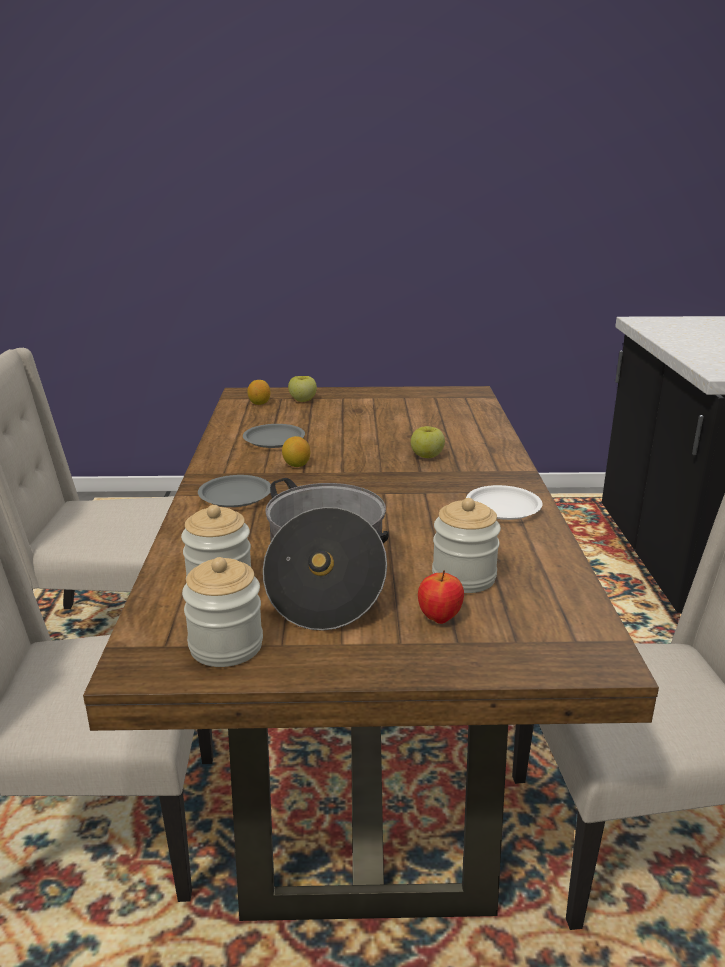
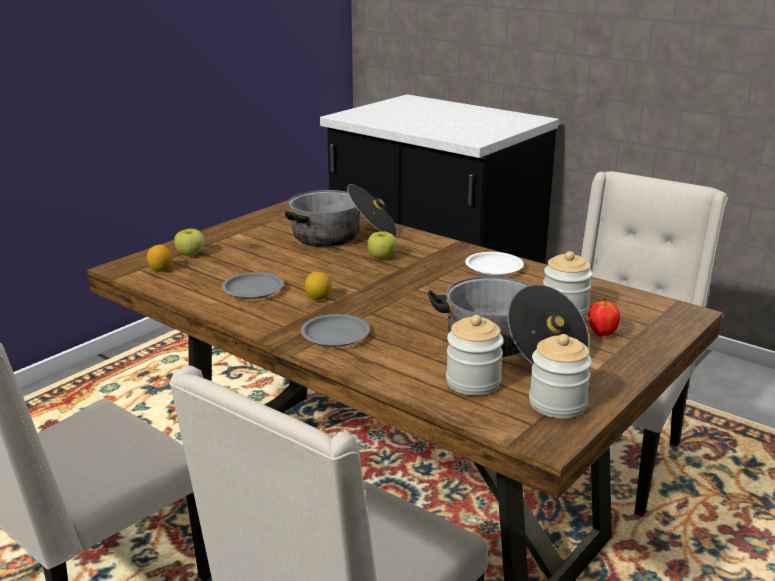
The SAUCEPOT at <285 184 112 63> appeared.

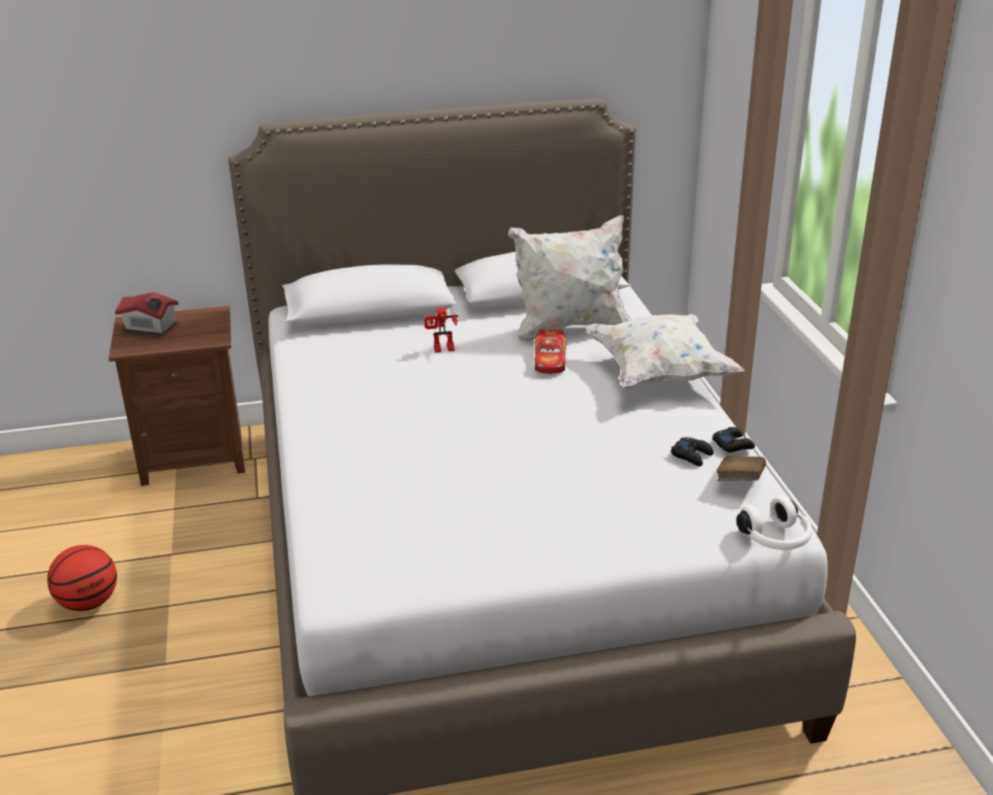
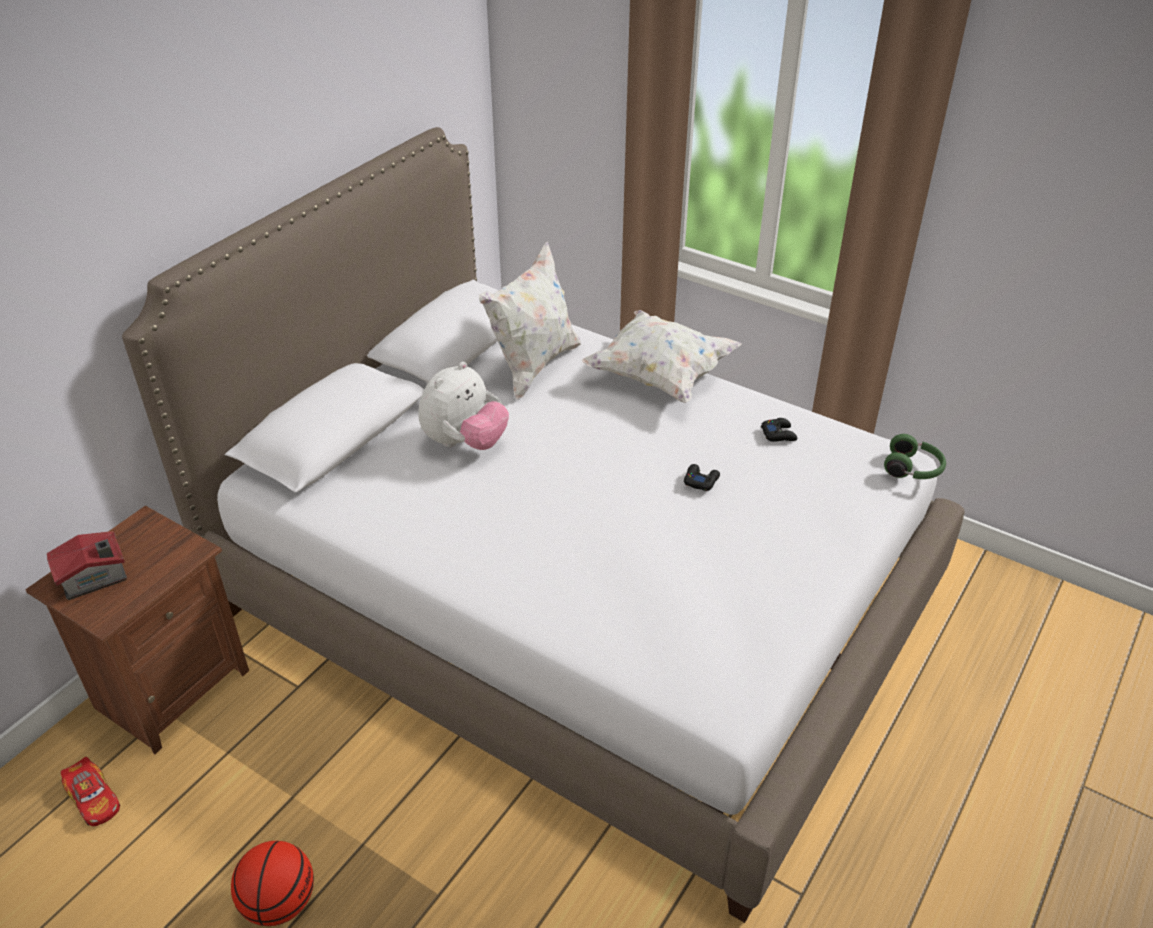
The BROWN VOLUME at <716 456 50 25> disappeared.
The MODEL CAR moved from <535 329 32 45> to <61 757 59 69>.
The BLACK GAMEPAD moved from <712 427 43 25> to <684 464 36 27>.
The TOY ROBOT at <424 308 34 45> was replaced by the PLUSH TOY at <418 362 91 88>.
The WHITISH HEADSET at <736 496 76 54> became the GREEN-COLOURED HEADSET at <884 434 62 45>.

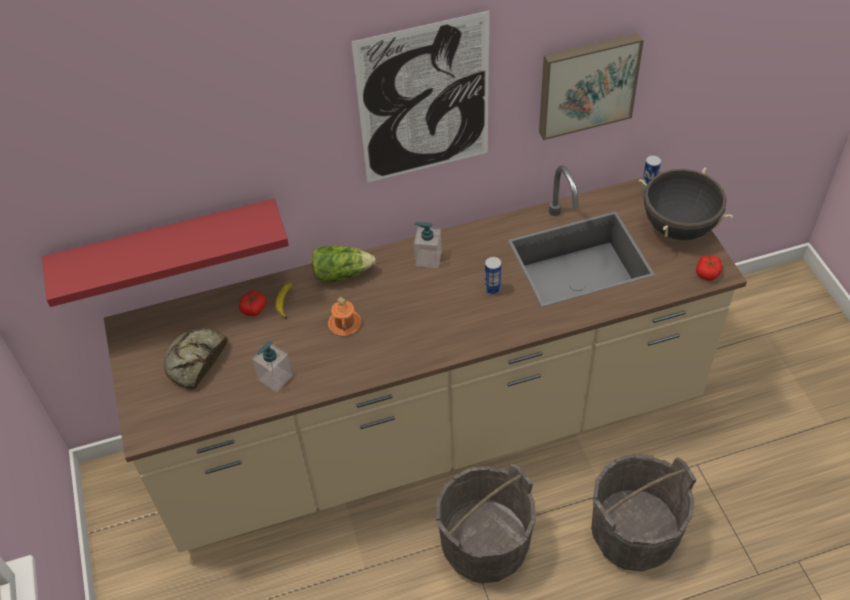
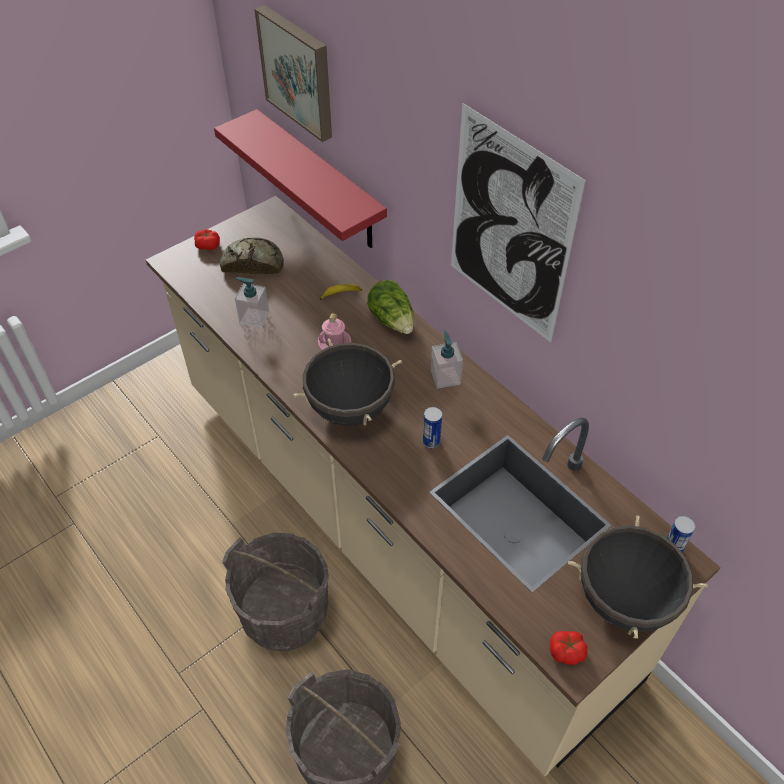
The BLACK SAUCEPOT at <293 338 109 88> appeared.
The FRESH TOMATO moved from <239 290 28 26> to <194 229 26 21>.
The WALL ART moved from <539 33 105 107> to <254 5 78 137>.
The ORANGE TEA MUG at <328 297 33 39> became the PINK TEA MUG at <318 313 33 37>.

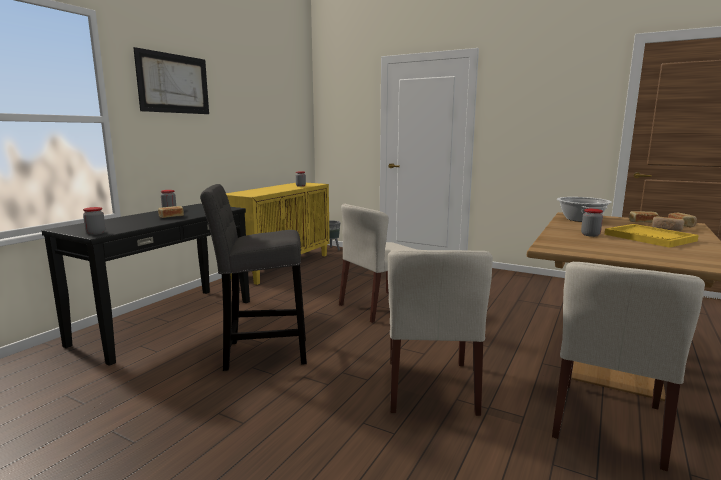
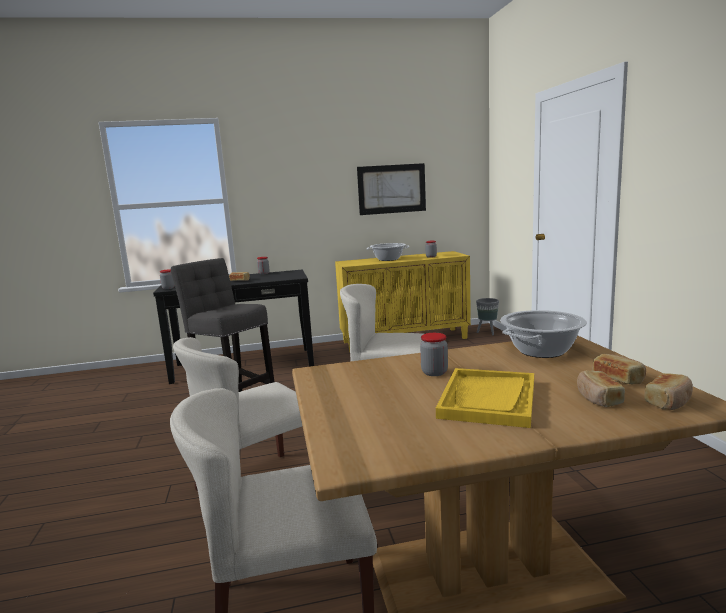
The SAUCEPOT at <367 243 42 18> appeared.
The WALL ART moved from <133 47 76 67> to <357 163 69 52>.

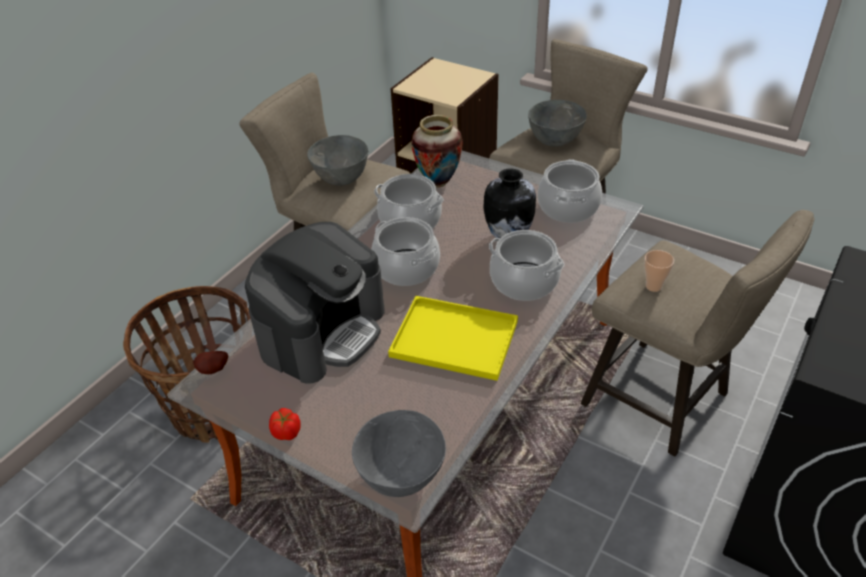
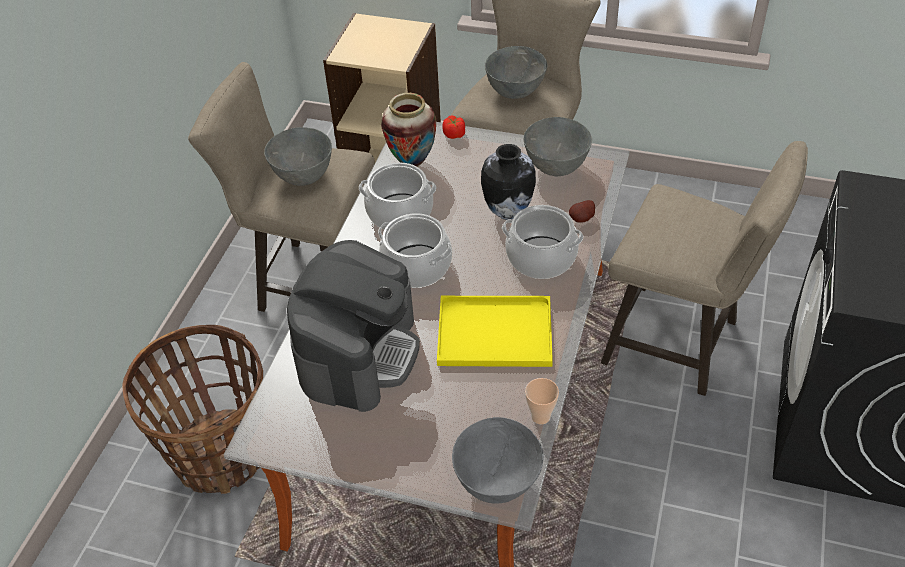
The WHOLE POTATO moved from <193 351 35 23> to <569 200 26 23>.
The FRESH TOMATO moved from <269 408 32 32> to <442 115 23 24>.
The DRINKING CUP moved from <644 250 30 42> to <525 378 34 46>.
The SAUCEPOT at <537 159 65 64> was replaced by the GRAY SERVING BOWL at <523 117 69 59>.

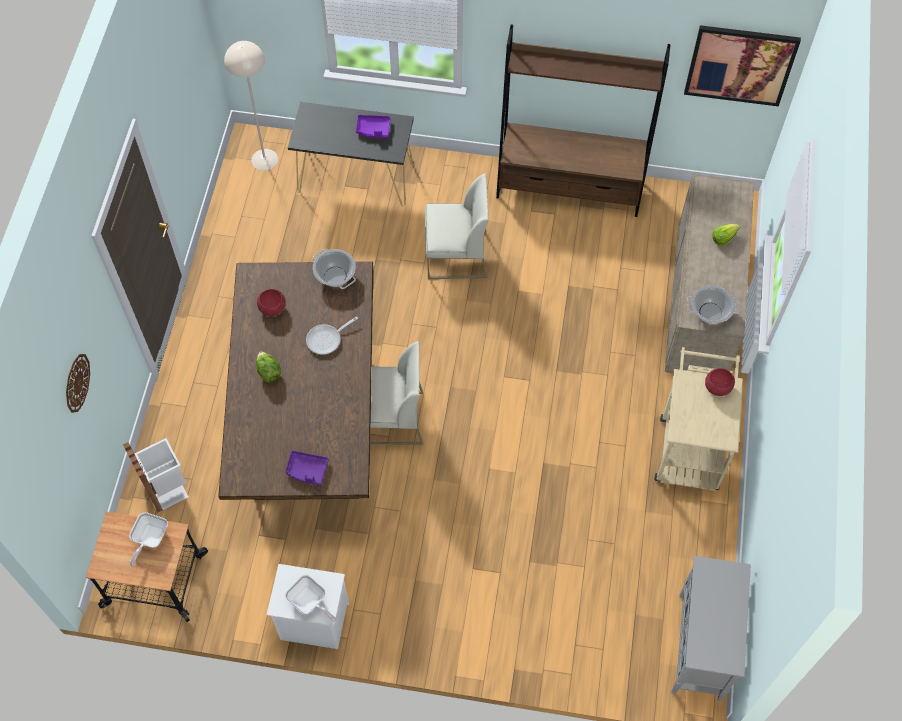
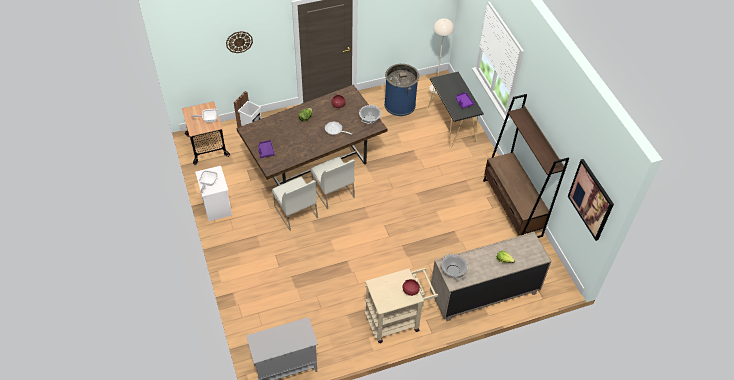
The BLUISH WASTE BIN at <384 64 35 52> appeared.
The WHITISH UPRIGHT CHAIR moved from <425 173 64 106> to <272 177 46 53>.

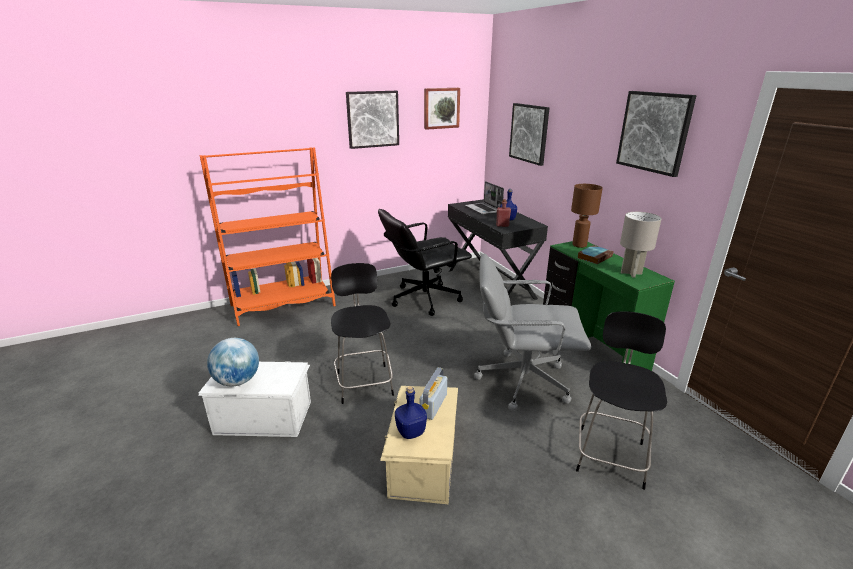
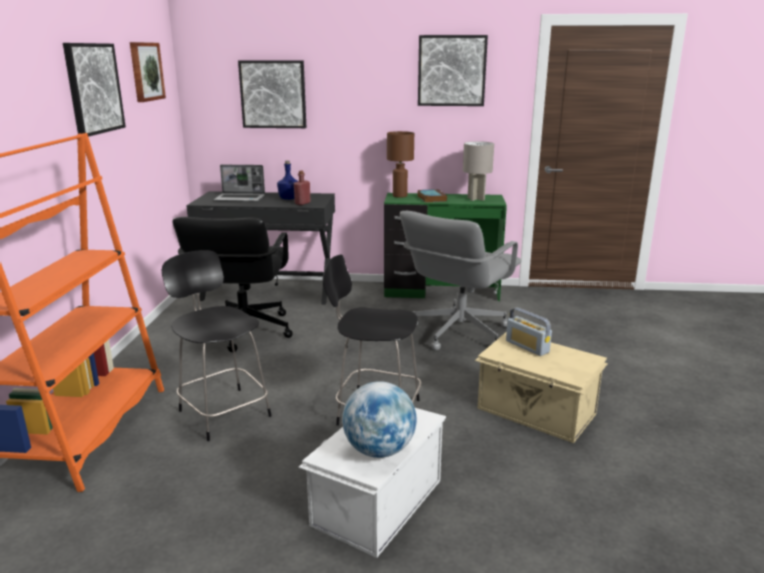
The BLUISH BOTTLE at <395 386 32 53> disappeared.
The BLACK UPRIGHT CHAIR moved from <576 311 91 179> to <162 250 110 191>.

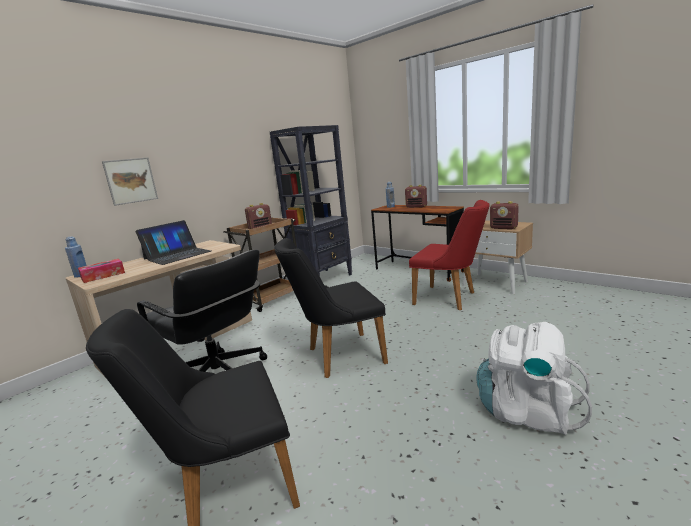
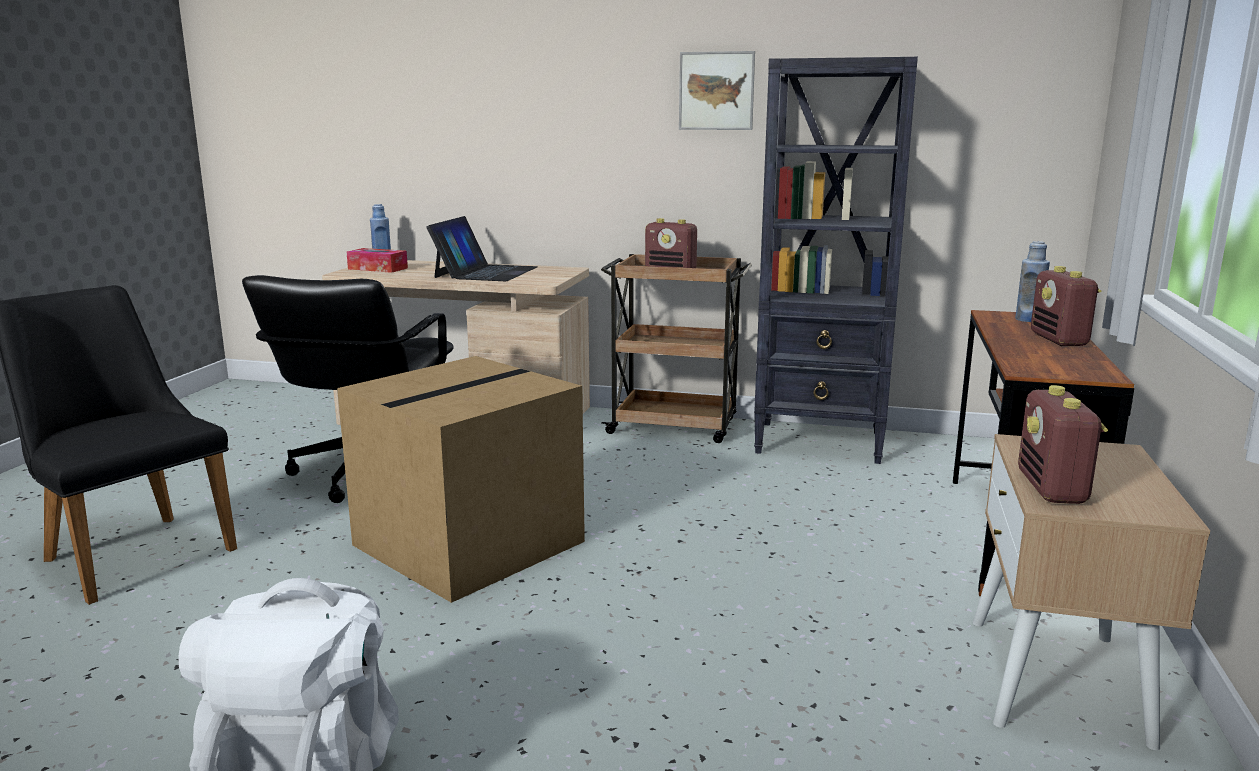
The RED-COLOURED UPRIGHT CHAIR at <409 200 80 110> disappeared.
The WALL ART moved from <102 157 56 49> to <679 51 76 79>.
The BLACK UPRIGHT CHAIR at <274 238 114 140> was replaced by the PACKING BOX at <337 356 248 247>.
The PORTABLE COMPUTER at <136 220 75 45> turned 90 degrees counterclockwise.

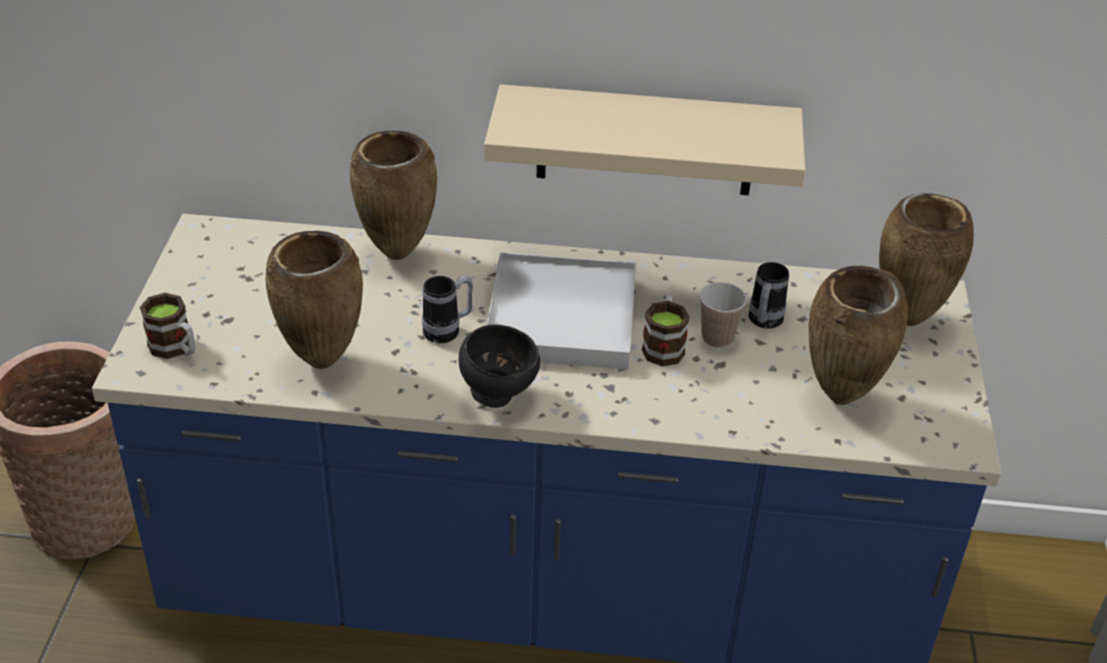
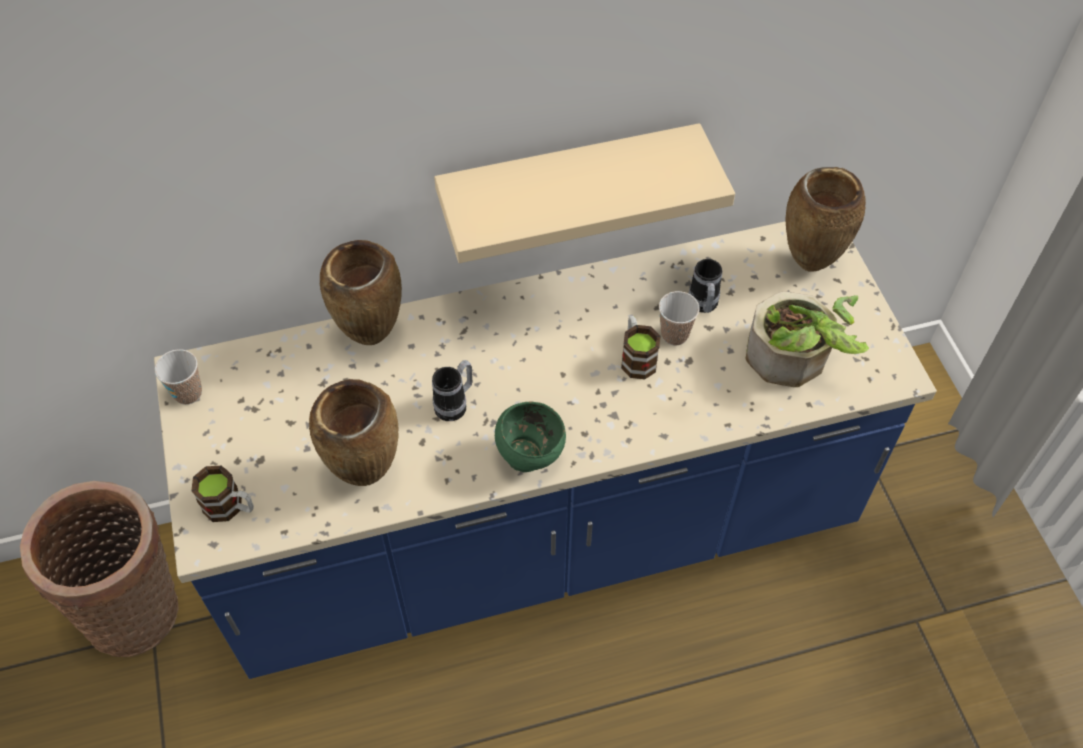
The WHITISH TRAY at <486 252 150 117> disappeared.
The DRINKING CUP at <154 349 48 56> appeared.
The BROWN VASE at <808 266 100 139> was replaced by the PLANT IN A POT at <745 291 124 96>.
The BLACK SERVING BOWL at <459 325 81 83> became the GREEN-COLOURED SERVING BOWL at <495 401 71 71>.

